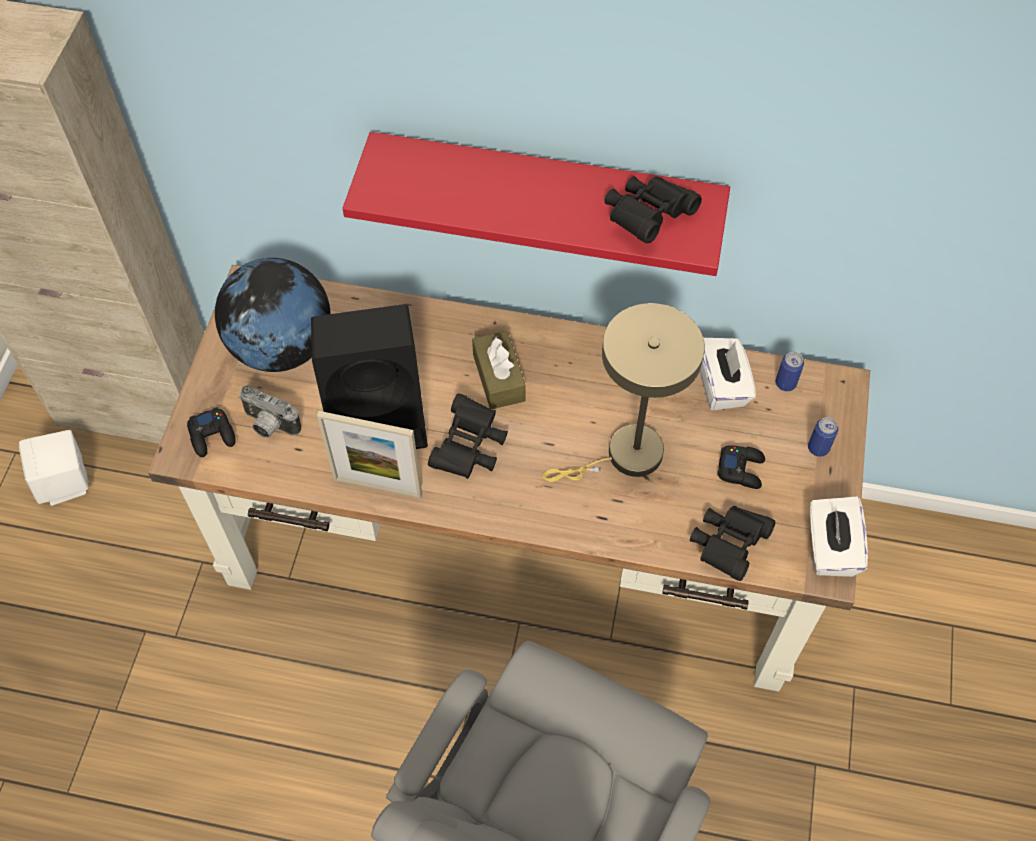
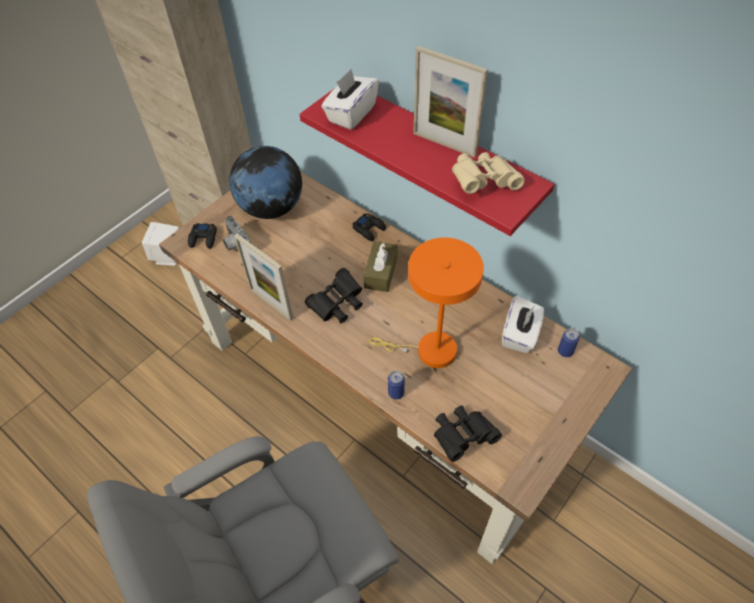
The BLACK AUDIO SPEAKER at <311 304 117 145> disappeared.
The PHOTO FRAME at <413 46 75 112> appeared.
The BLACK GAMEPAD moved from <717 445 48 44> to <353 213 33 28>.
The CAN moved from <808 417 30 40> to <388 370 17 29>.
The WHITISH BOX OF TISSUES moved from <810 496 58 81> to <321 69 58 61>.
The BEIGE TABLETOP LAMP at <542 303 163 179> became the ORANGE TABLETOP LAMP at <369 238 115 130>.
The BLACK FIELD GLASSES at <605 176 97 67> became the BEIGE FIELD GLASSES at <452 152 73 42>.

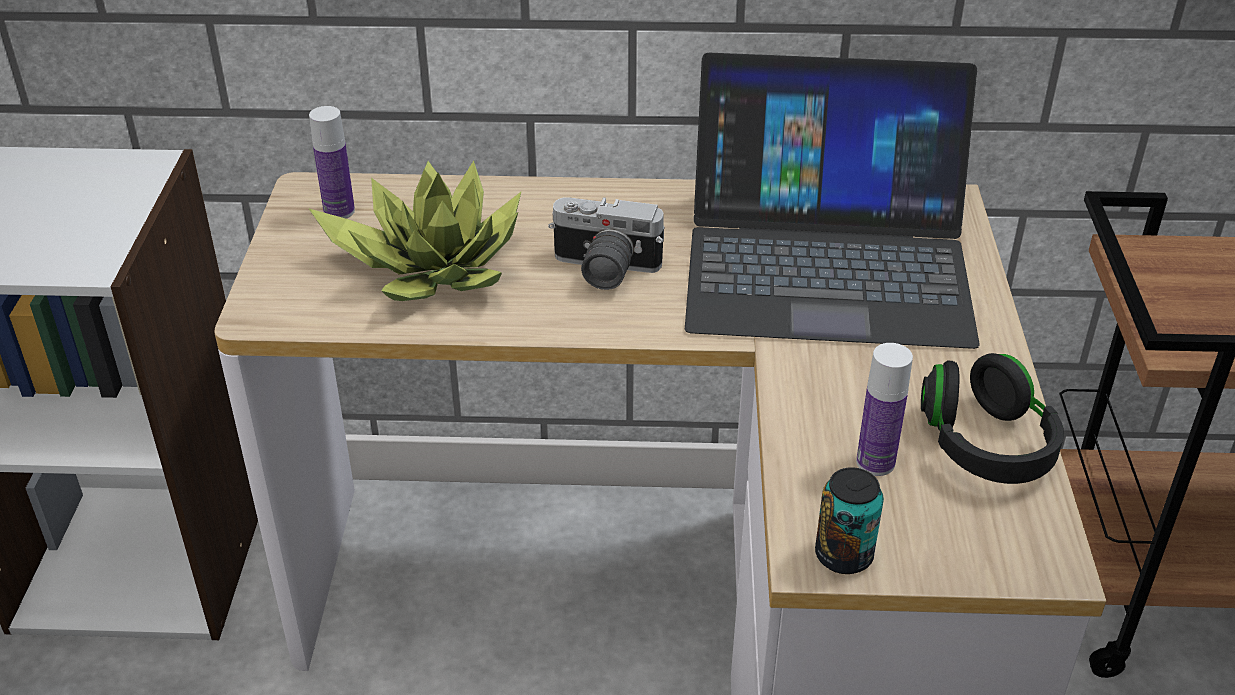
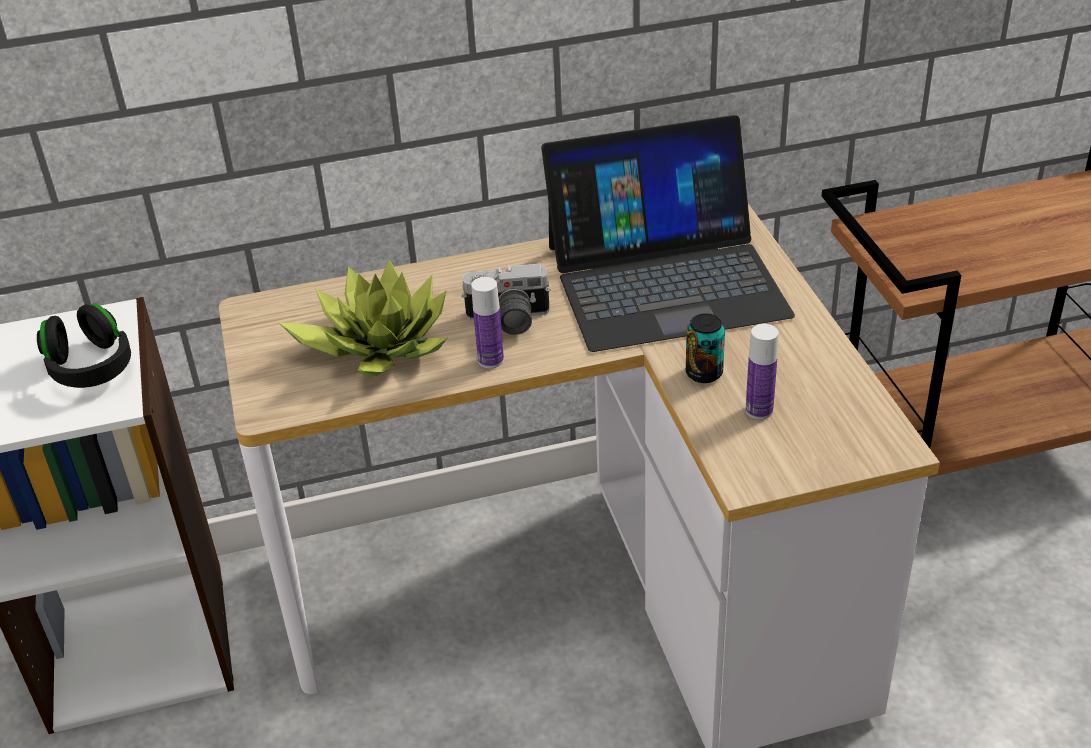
The BOTTLE moved from <309 106 46 112> to <471 277 33 91>.
The CAN moved from <815 467 69 107> to <686 313 39 70>.
The BLACK HEADSET moved from <921 353 143 131> to <37 304 94 84>.

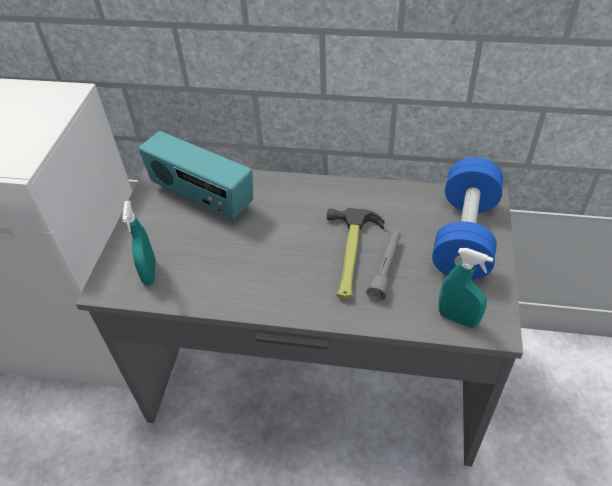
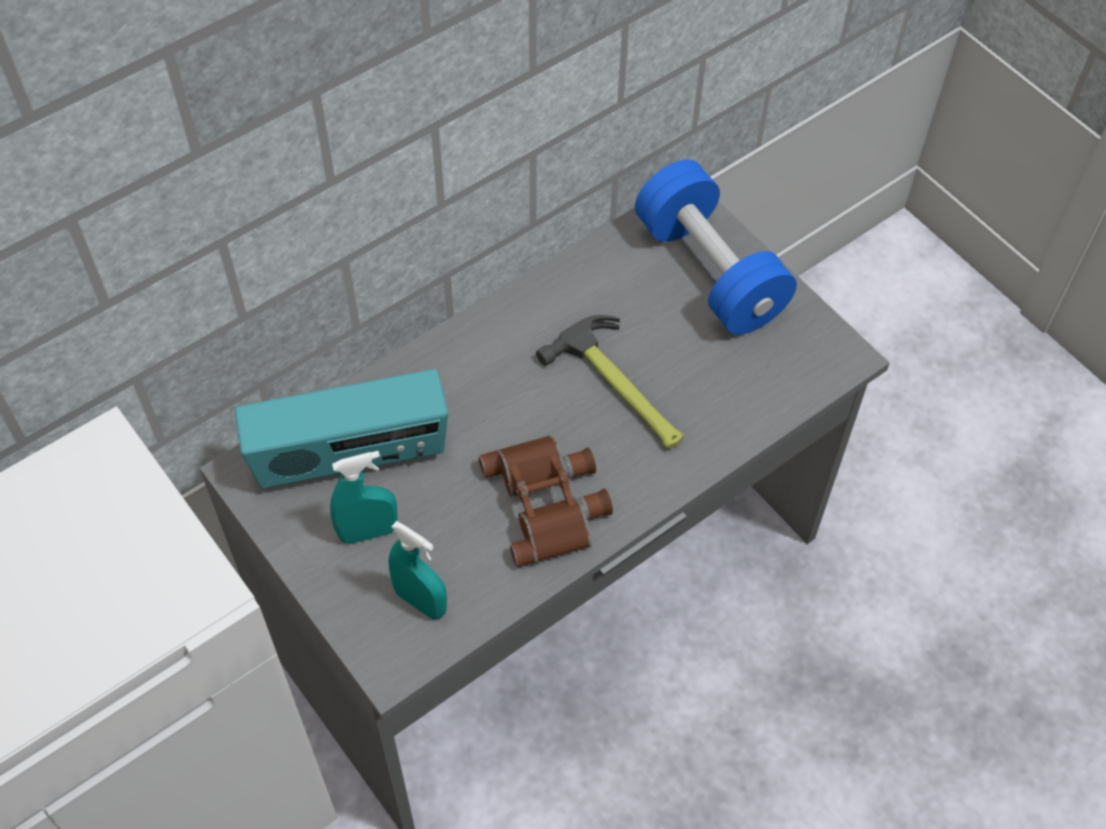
The GRAY FLASHLIGHT at <366 231 35 70> disappeared.
The BROWN FIELD GLASSES at <479 435 134 132> appeared.
The TURQUOISE-COLOURED HAND SPRAYER moved from <439 248 55 80> to <330 451 68 93>.

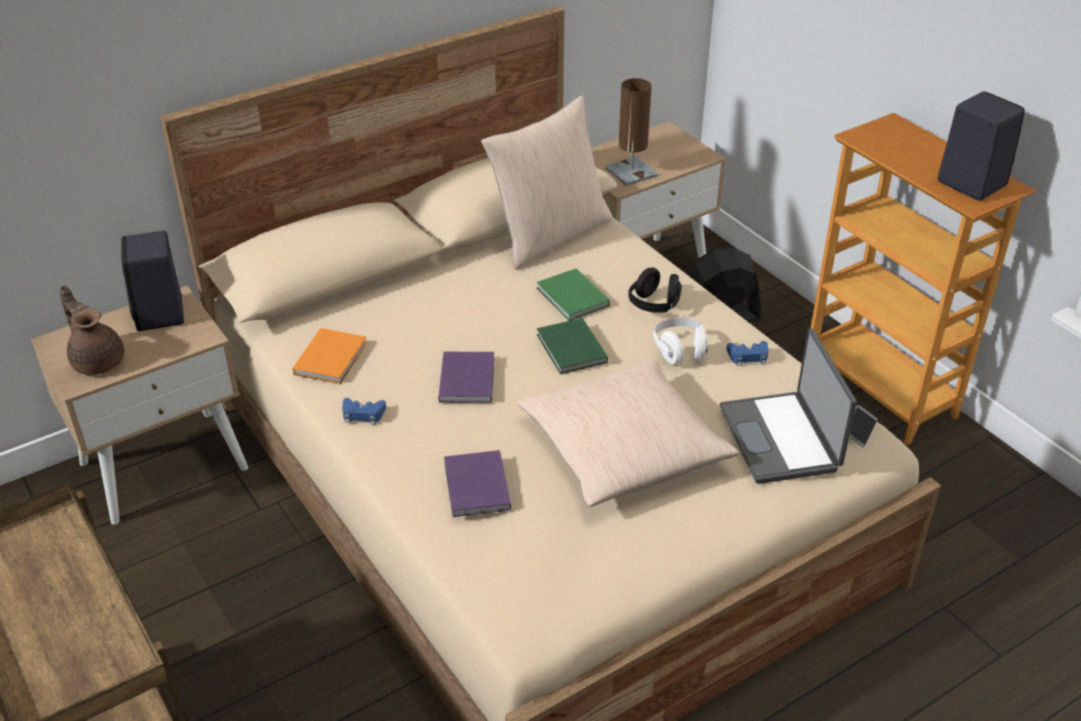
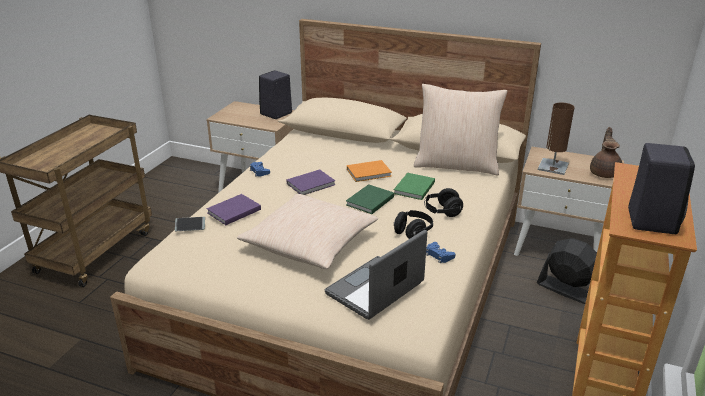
The BROWN TEAPOT moved from <59 286 65 89> to <590 127 32 51>.
The ORANGE VOLUME moved from <292 328 75 56> to <347 160 45 22>.
The HANDSET moved from <849 405 29 42> to <175 217 30 14>.
The WHITISH HEADSET at <653 317 55 48> became the BLACK HEADSET at <394 210 39 29>.

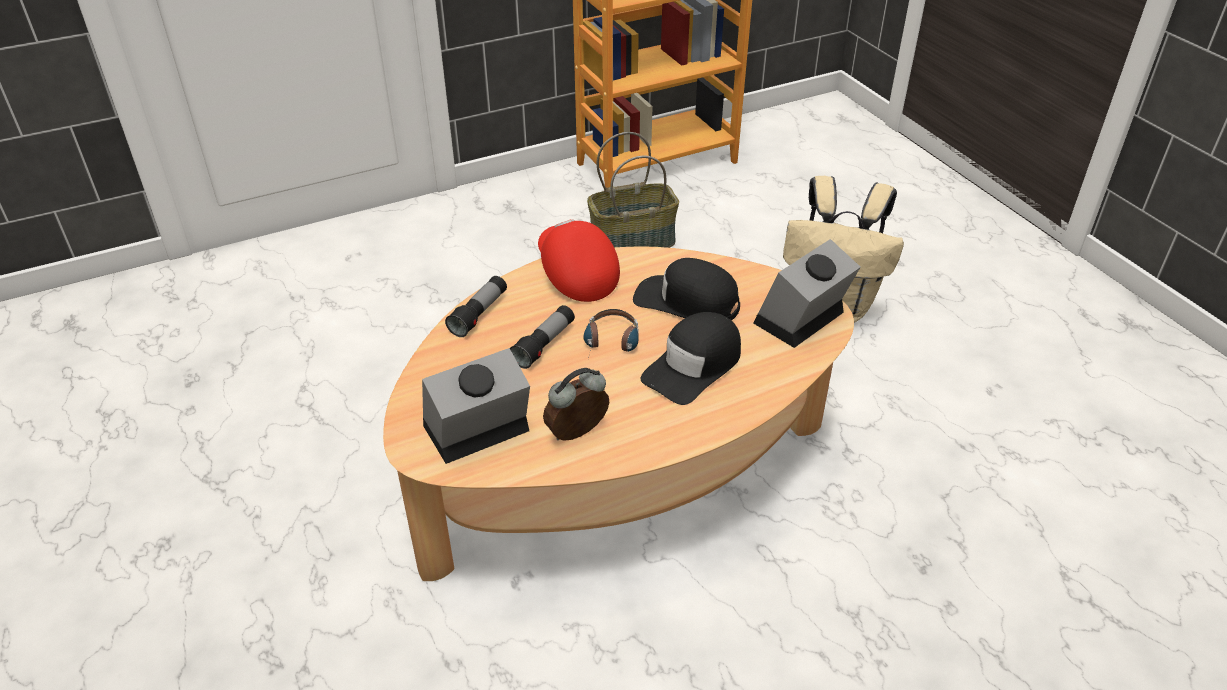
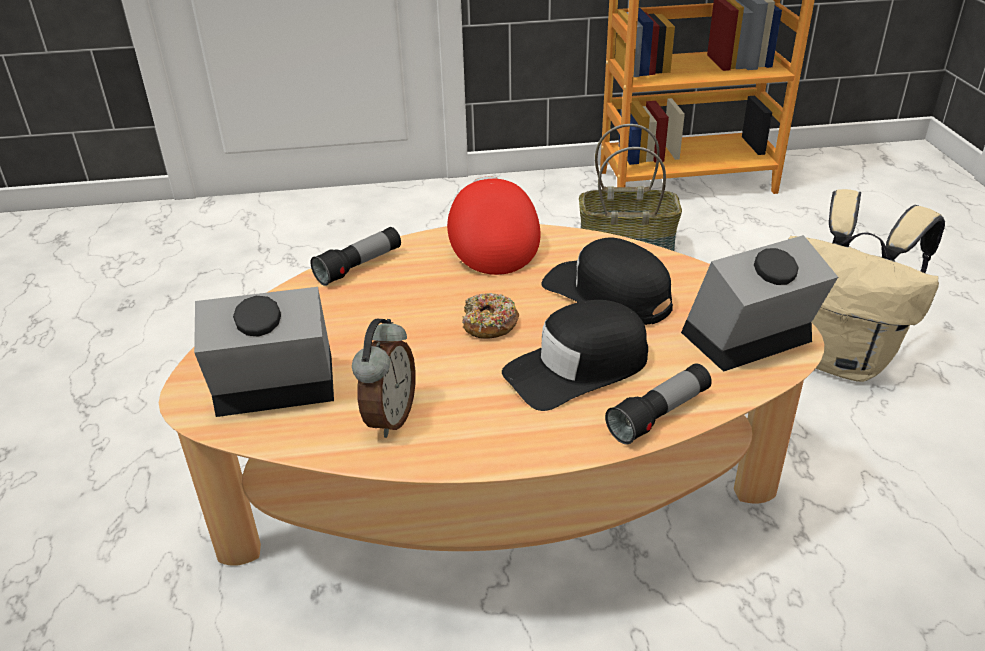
The FLASHLIGHT moved from <510 305 65 64> to <605 364 107 80>.
The HEADSET at <583 309 56 50> was replaced by the RING DOUGHNUT at <462 293 57 46>.
The BEDSIDE CLOCK at <543 368 66 73> turned 120 degrees clockwise.

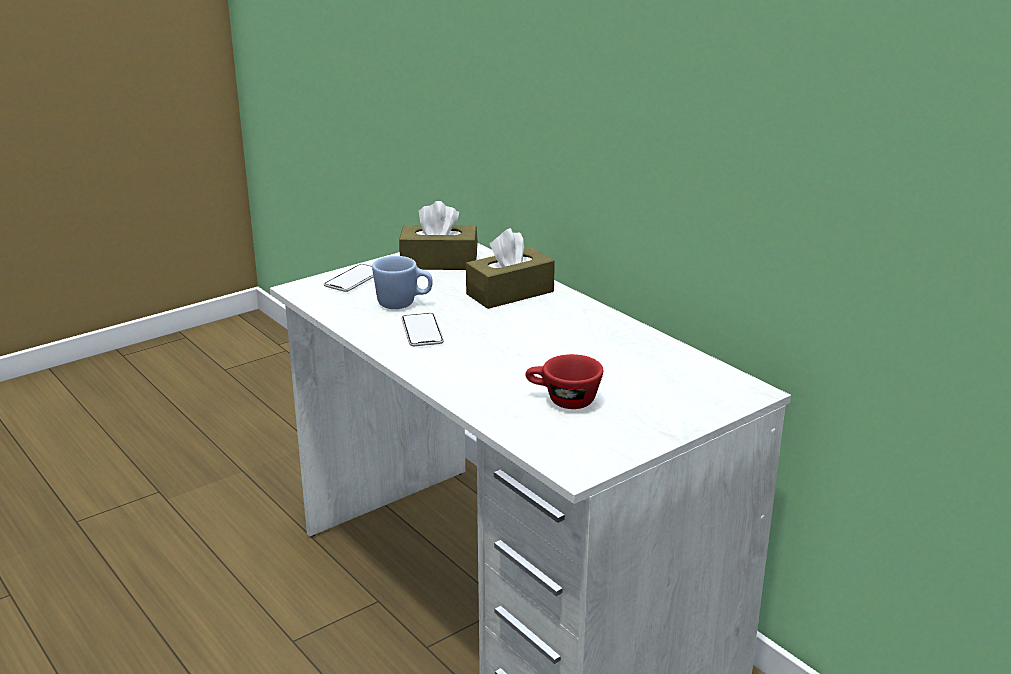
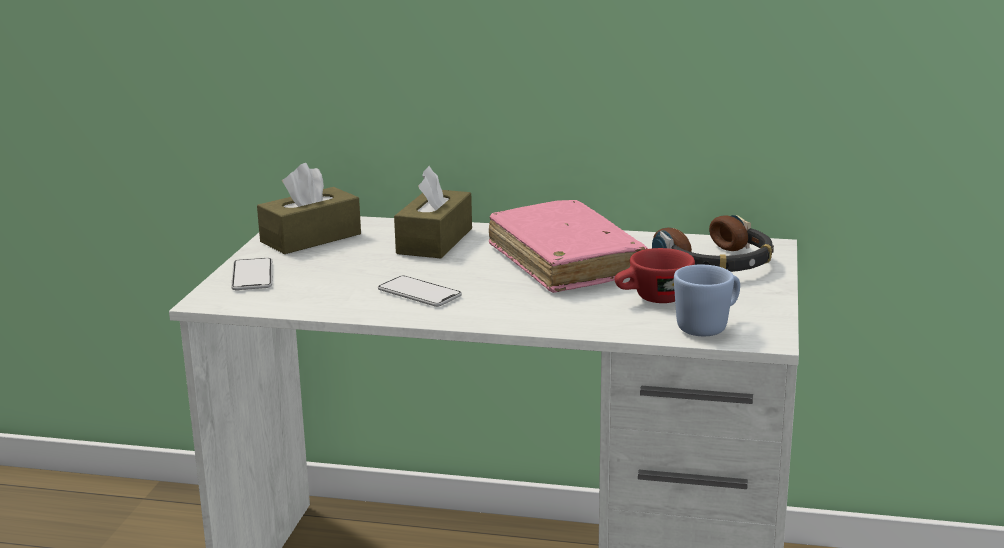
The PINK VOLUME at <489 200 159 93> appeared.
The HEADSET at <652 215 122 57> appeared.
The BLUISH TEA MUG moved from <372 256 61 53> to <674 265 66 71>.

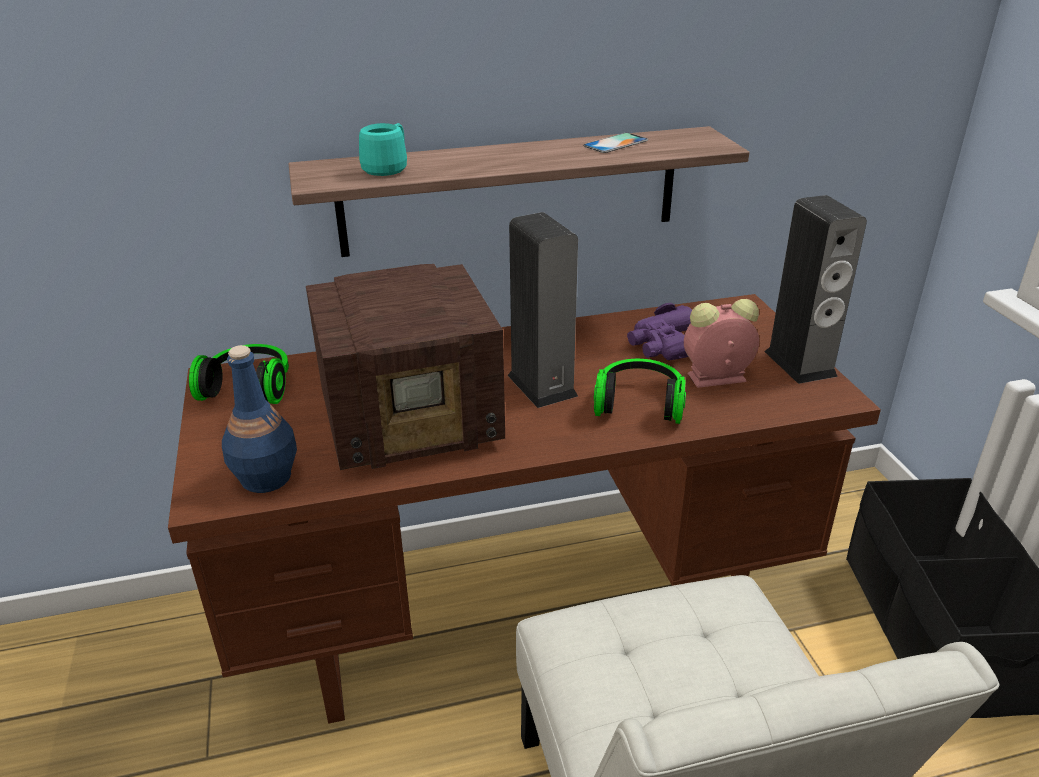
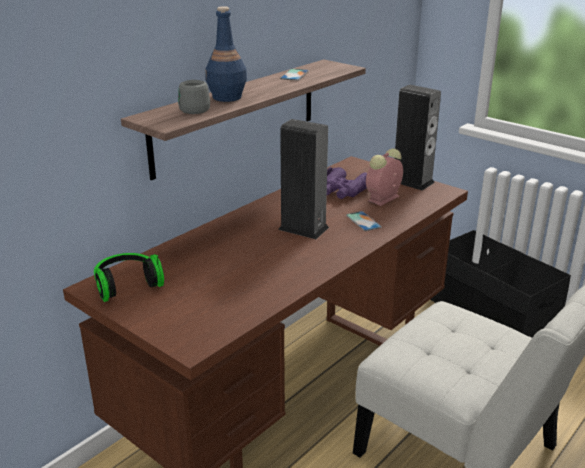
The RADIO RECEIVER at <306 264 199 206> disappeared.
The BLUISH BOTTLE moved from <222 345 75 148> to <205 7 42 95>.
The HEADSET at <594 359 92 65> was replaced by the HANDSET at <346 211 36 20>.
The TURQUOISE-COLOURED TEA MUG at <359 123 48 53> became the GRAY TEA MUG at <178 79 32 35>.

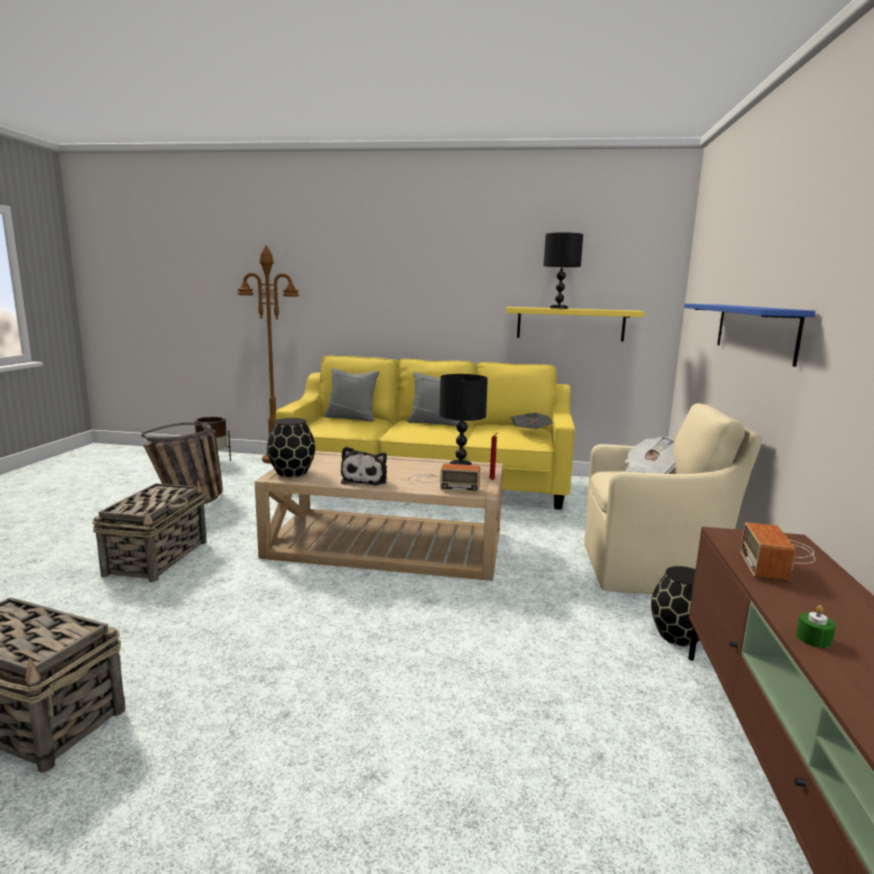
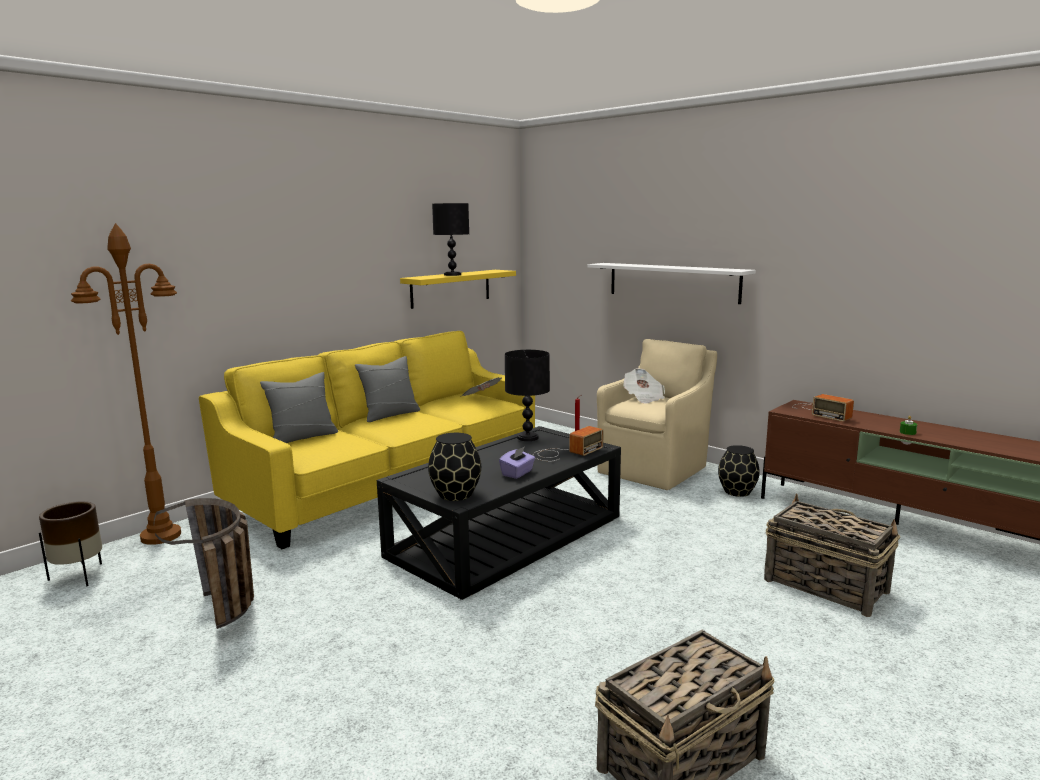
The HOUSEHOLD BASKET moved from <92 480 115 102> to <764 494 136 123>.
The PLUSH TOY at <341 447 46 39> was replaced by the PURPLE-COLOURED BOX OF TISSUES at <499 446 36 33>.
The BEIGE COFFEE TABLE at <255 451 248 130> became the BLACK COFFEE TABLE at <377 426 244 174>.
The BLUISH WALL SHELF at <684 304 131 63> became the WHITISH WALL SHELF at <588 263 168 41>.

